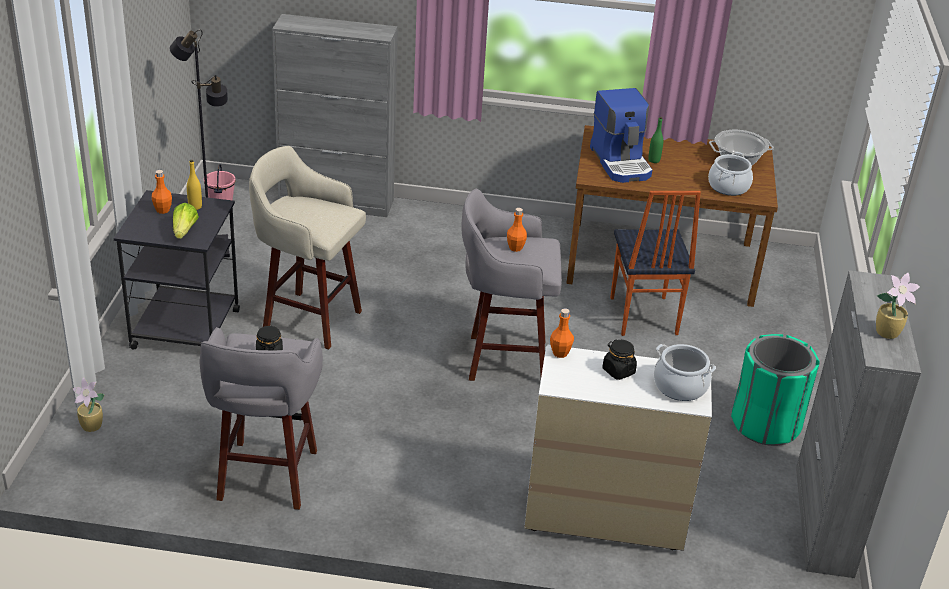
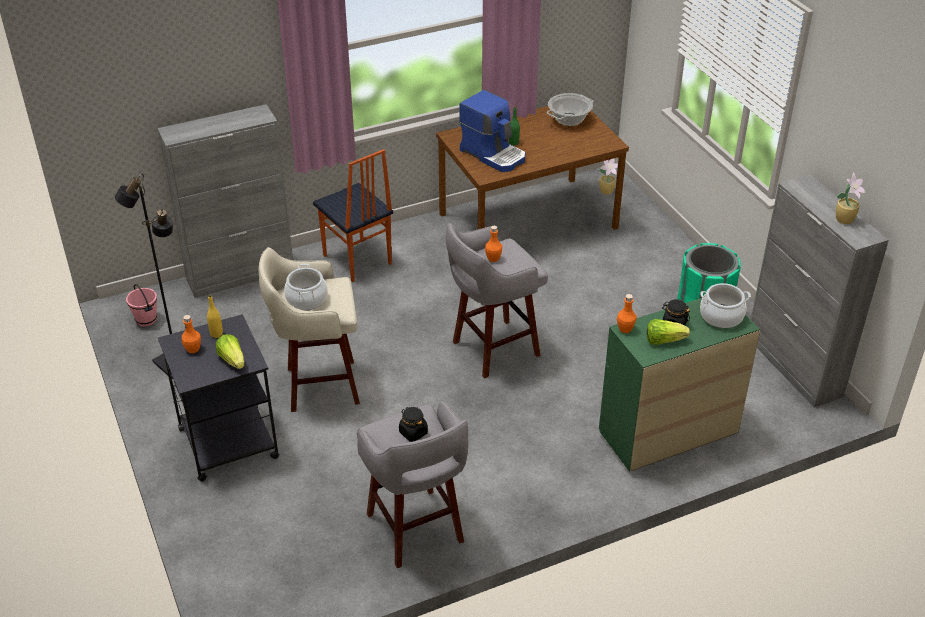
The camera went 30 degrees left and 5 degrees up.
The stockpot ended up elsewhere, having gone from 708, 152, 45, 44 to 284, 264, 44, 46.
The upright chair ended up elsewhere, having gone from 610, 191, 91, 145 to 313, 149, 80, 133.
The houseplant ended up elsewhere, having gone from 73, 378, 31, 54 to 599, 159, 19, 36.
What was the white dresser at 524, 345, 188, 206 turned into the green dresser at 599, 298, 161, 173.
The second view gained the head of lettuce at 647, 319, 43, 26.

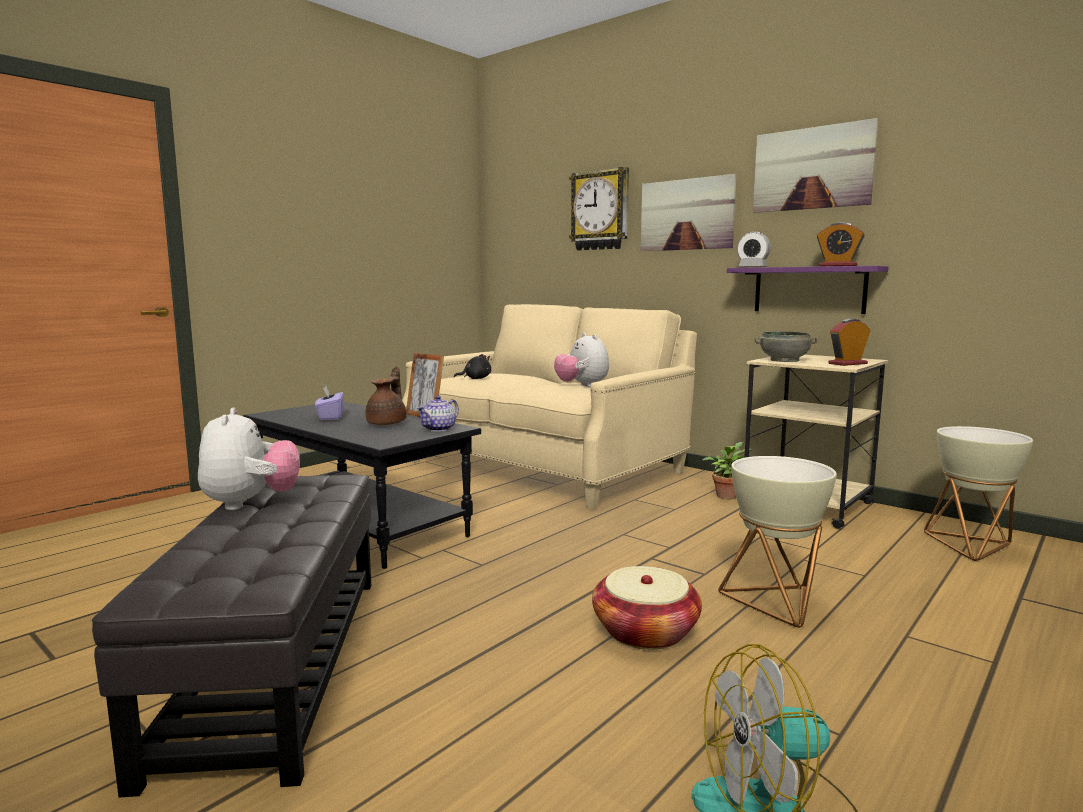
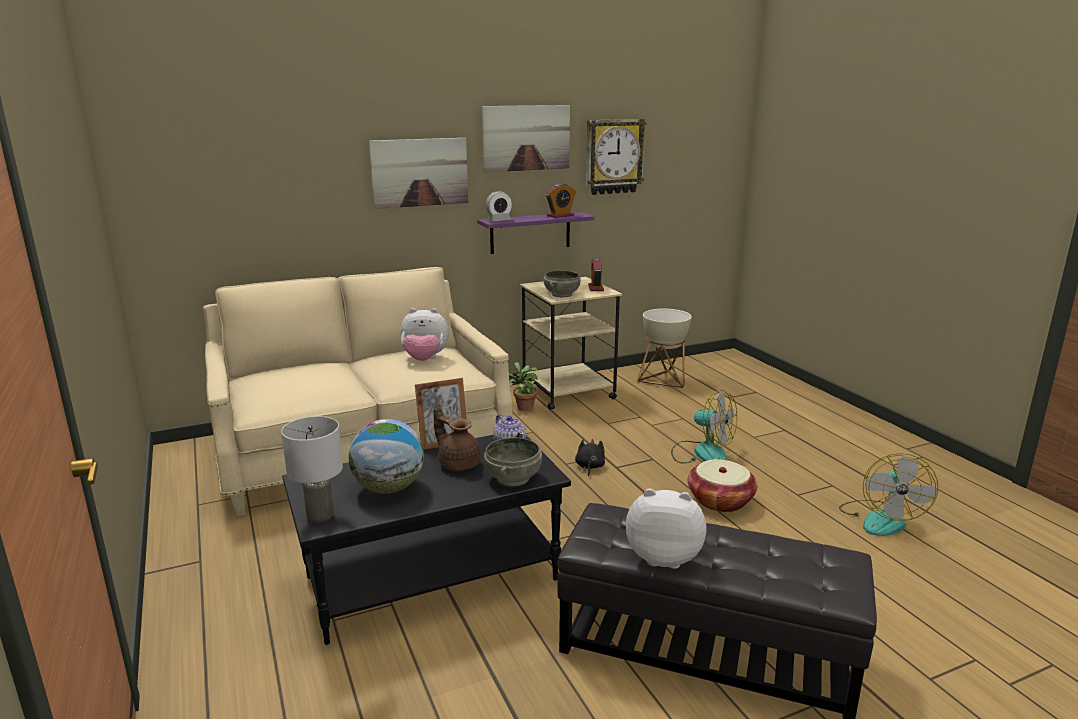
The camera went 65 degrees left and 10 degrees up.
The second view gained the white lamp for a table at 281, 416, 62, 107.
Where the purple-coloured tissue holder stood at 315, 386, 29, 34, the desk globe came to stand at 349, 419, 75, 75.
The second view gained the grey bowl at 484, 438, 58, 48.
The black plush toy ended up elsewhere, having gone from 454, 354, 37, 25 to 575, 439, 30, 37.
The wall clock ended up elsewhere, having gone from 569, 167, 60, 83 to 586, 119, 61, 76.
Where the flower pot stood at 718, 456, 119, 172, the cooling fan came to stand at 671, 390, 66, 73.

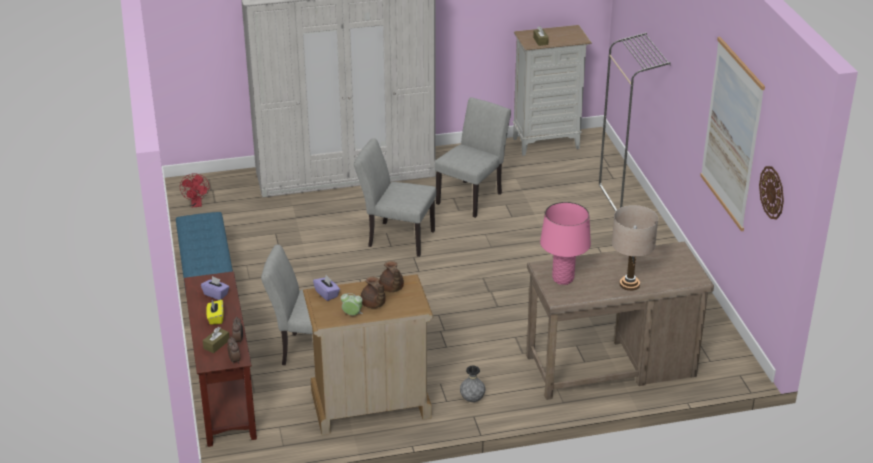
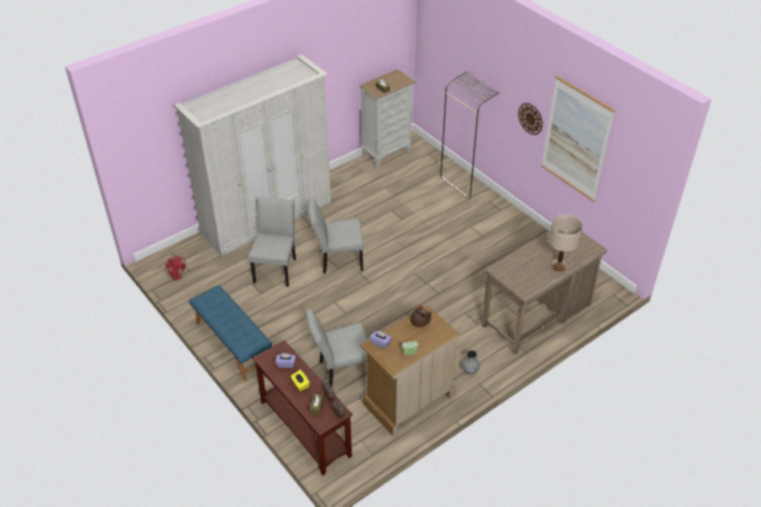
The camera went 25 degrees left and 10 degrees up.
The grey upright chair ended up elsewhere, having gone from 435, 97, 76, 121 to 248, 197, 48, 90.
The wall clock ended up elsewhere, having gone from 759, 166, 25, 53 to 518, 103, 25, 32.
The second view lost the brown teapot at 361, 277, 25, 31.
The second view lost the pink-coloured lamp for a table at 540, 202, 51, 83.

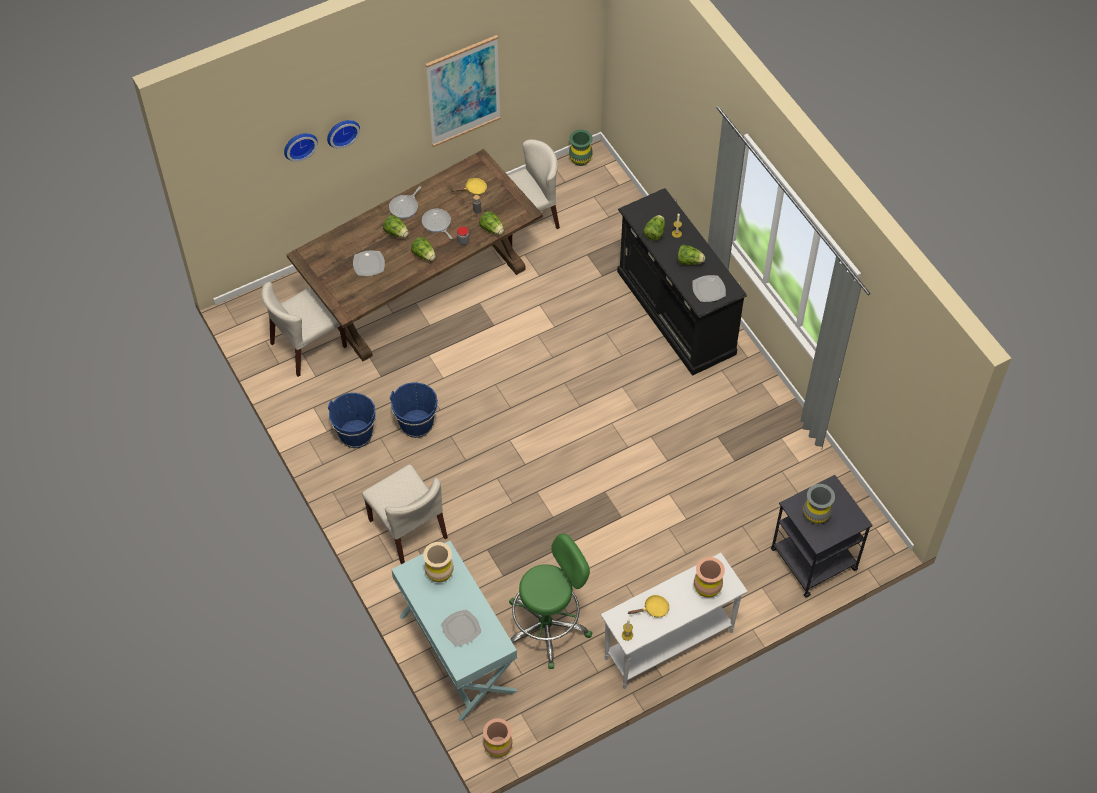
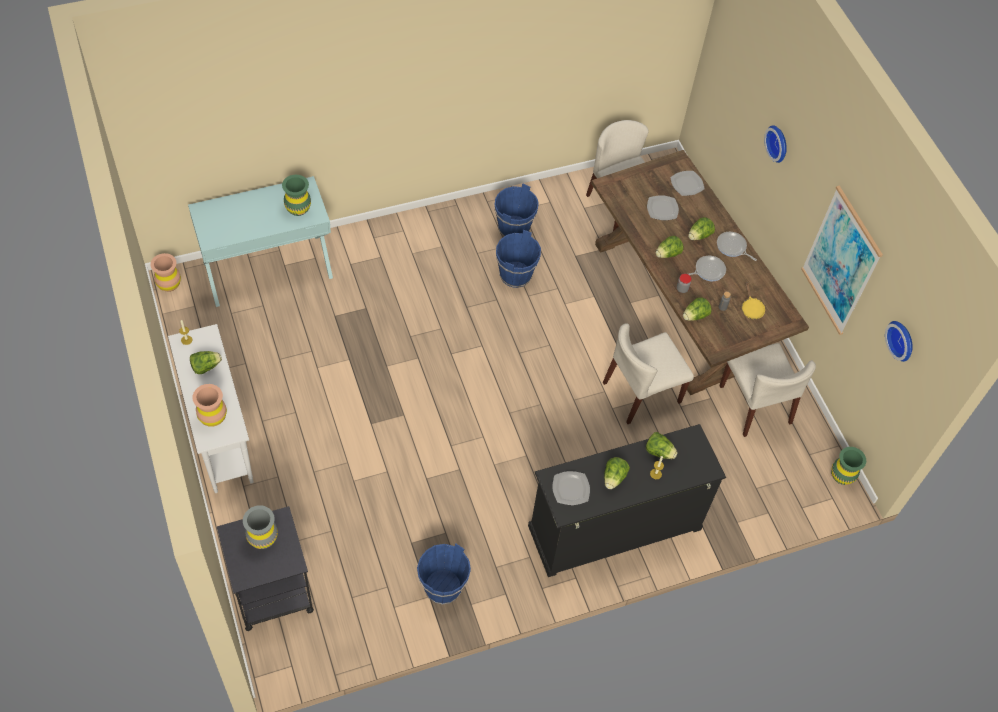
The camera went 95 degrees right and 0 degrees up.
Where the yellow pan stood at 628, 595, 41, 22, the head of lettuce came to stand at 190, 351, 32, 23.
What was the beige flower vase at 423, 542, 31, 41 turned into the green flower vase at 282, 175, 29, 41.
The second view gained the blue-coloured pail at 417, 544, 54, 60.
The beige upright chair ended up elsewhere, having gone from 362, 464, 86, 100 to 603, 323, 91, 101.
The dinner plate ended up elsewhere, having gone from 441, 609, 40, 37 to 670, 171, 35, 25.
The wall clock ended up elsewhere, having gone from 284, 133, 34, 29 to 885, 321, 28, 41.
The second view lost the green sitting stool at 509, 533, 83, 136.

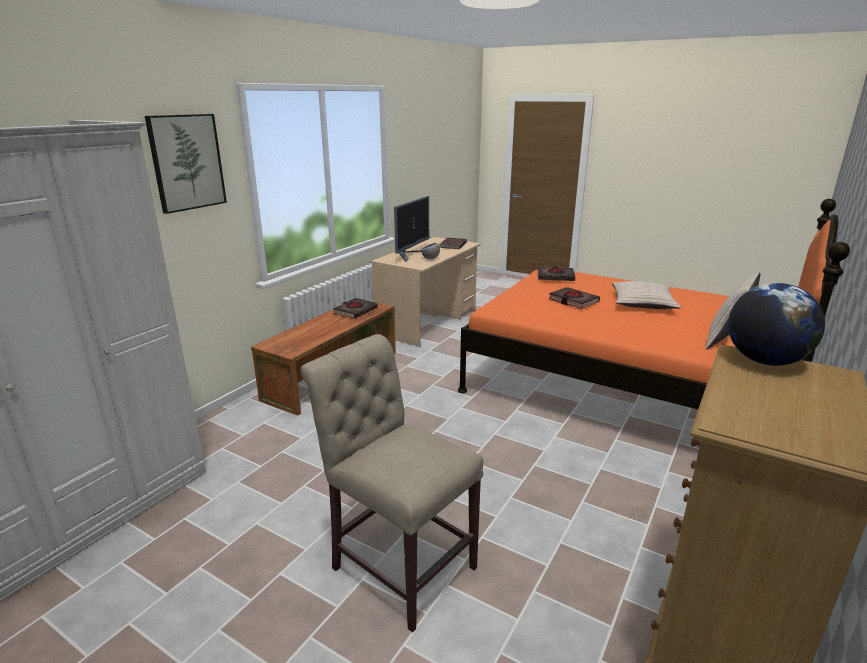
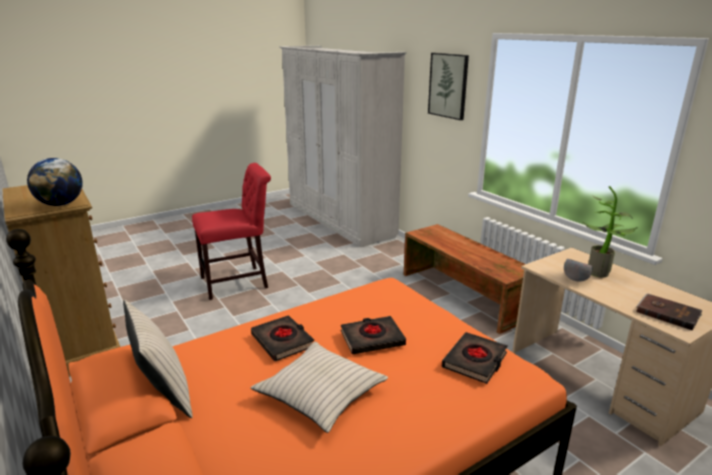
The camera went 115 degrees right and 0 degrees up.
What was the beige upright chair at 301, 334, 182, 298 turned into the red upright chair at 192, 163, 79, 137.
The black book ended up elsewhere, having gone from 333, 298, 45, 21 to 251, 315, 63, 46.
Where the monitor stood at 394, 196, 35, 66, the houseplant came to stand at 583, 186, 55, 92.

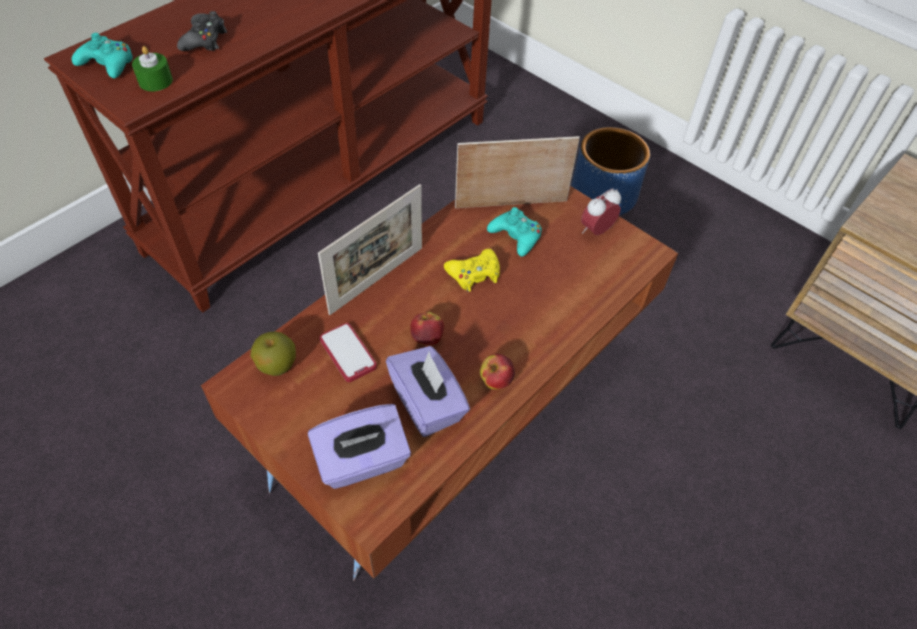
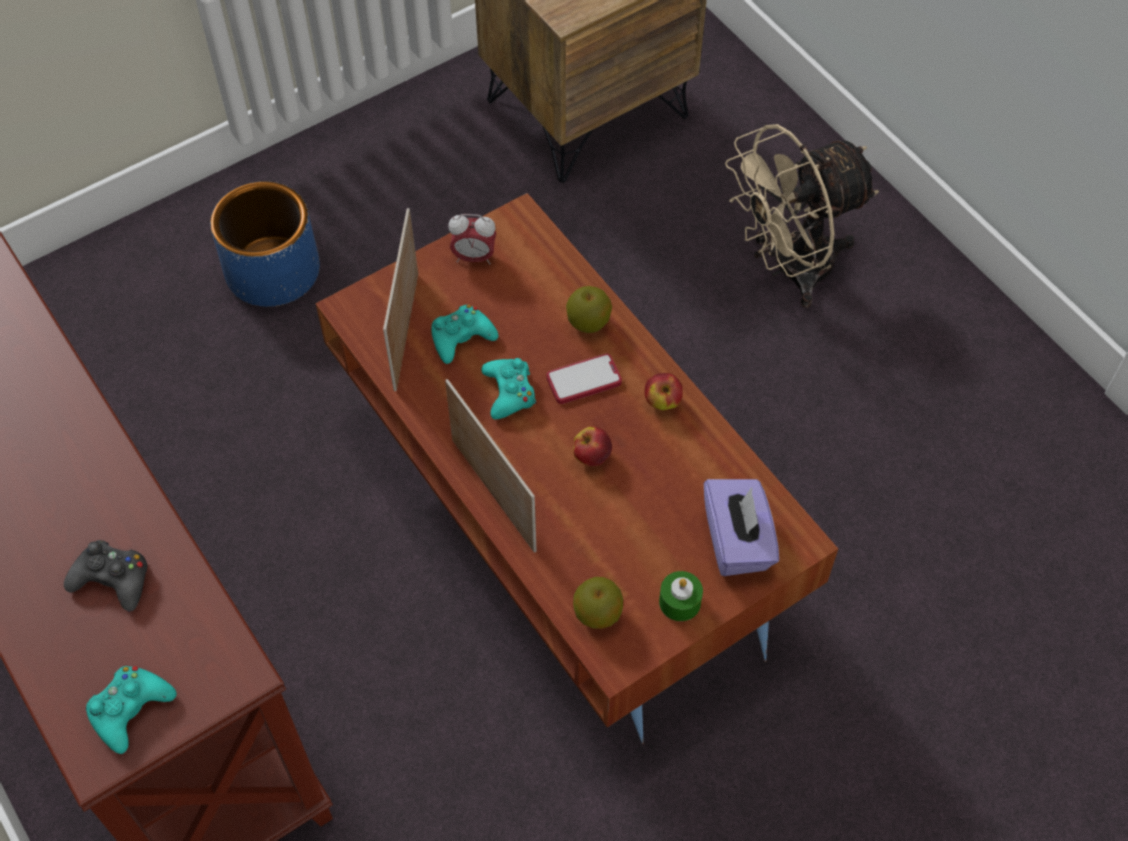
The camera went 75 degrees left and 5 degrees up.
The table clock at 581, 188, 40, 47 ended up facing another way, 60 degrees counterclockwise from before.
What was the yellow gamepad at 444, 249, 56, 43 turned into the turquoise-coloured gamepad at 481, 358, 55, 61.
The phone ended up elsewhere, having gone from 320, 323, 57, 59 to 546, 354, 76, 50.
The second view gained the apple at 566, 286, 46, 47.
The green wax candle ended up elsewhere, having gone from 132, 46, 41, 45 to 659, 571, 44, 50.
The second view gained the beige cooling fan at 725, 124, 154, 184.
The second view lost the purple-coloured tissue holder at 386, 346, 84, 91.

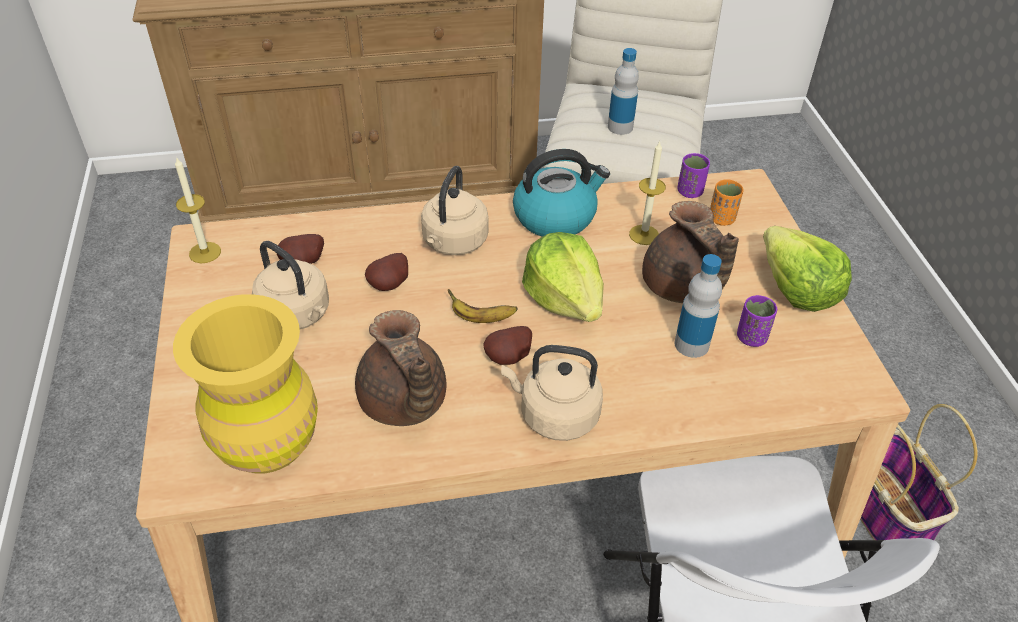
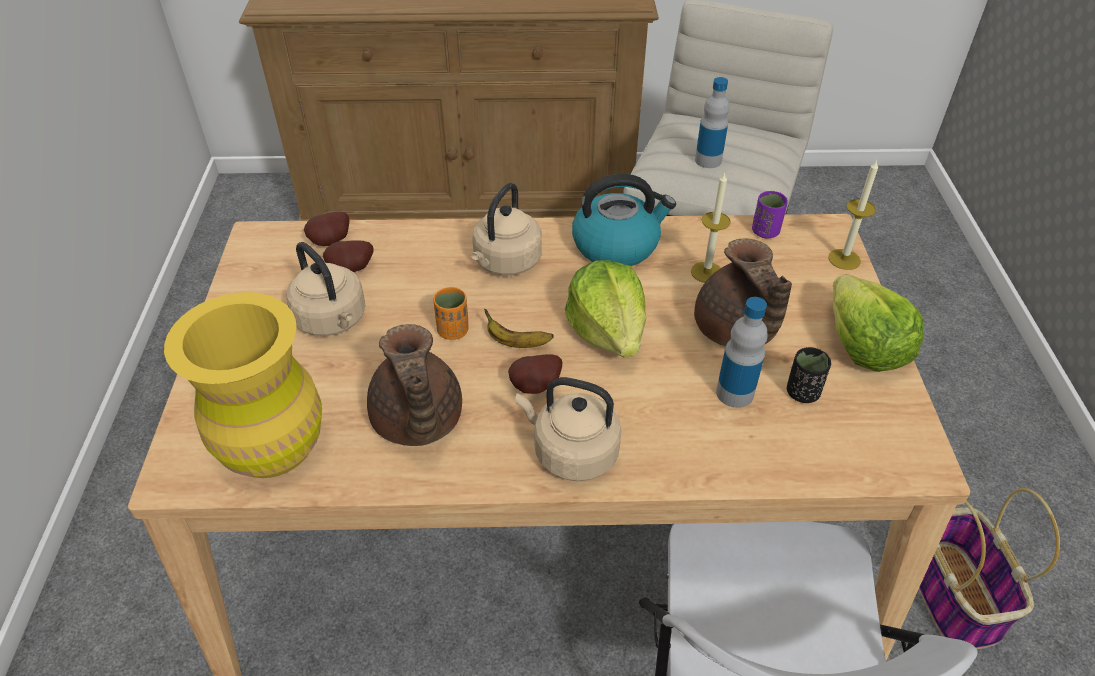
The camera went 10 degrees right and 0 degrees up.
The whole potato ended up elsewhere, having gone from 365, 253, 43, 38 to 304, 212, 45, 34.
The orange-coloured drinking cup ended up elsewhere, having gone from 710, 179, 33, 47 to 433, 287, 35, 53.
What was the purple-coloured drinking cup at 737, 295, 40, 52 turned into the black drinking cup at 787, 347, 44, 56.
The wax candle ended up elsewhere, having gone from 175, 156, 46, 107 to 828, 160, 50, 110.

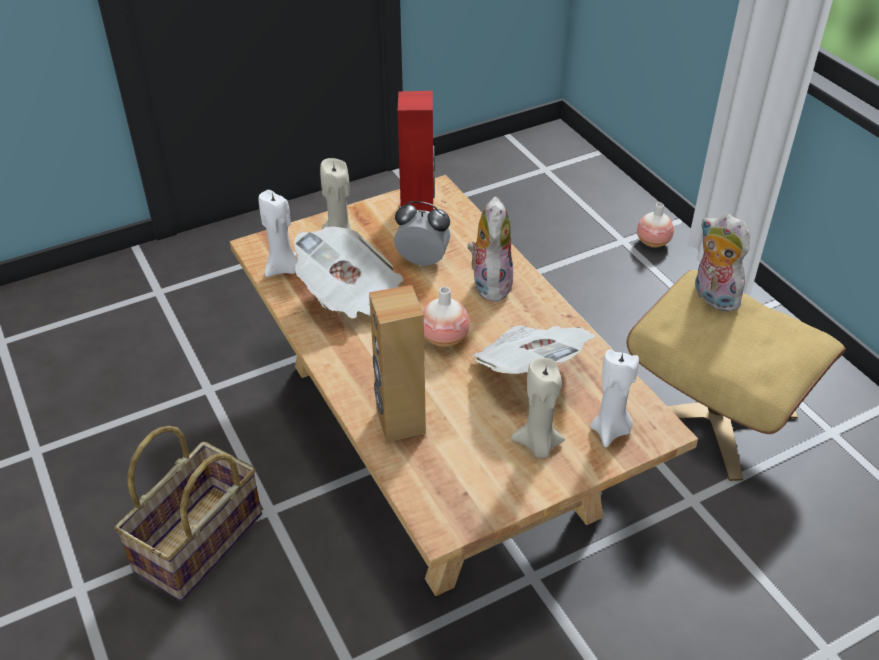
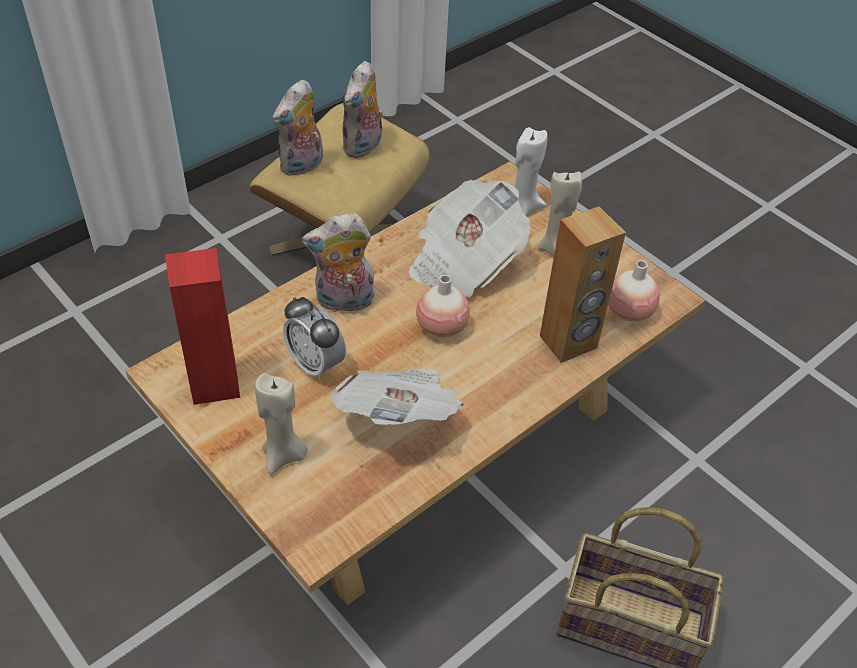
The camera went 105 degrees left and 5 degrees up.
The table clock at 394, 201, 57, 65 ended up facing another way, 45 degrees counterclockwise from before.
The second view gained the plush toy at 342, 61, 42, 98.
The flower vase ended up elsewhere, having gone from 637, 202, 37, 46 to 608, 260, 52, 62.
The second view lost the white wax candle at 259, 190, 39, 87.

